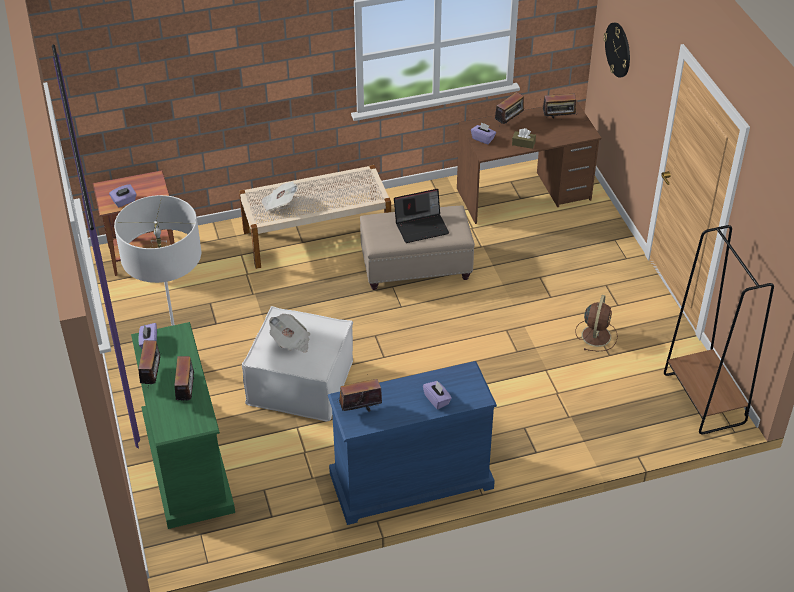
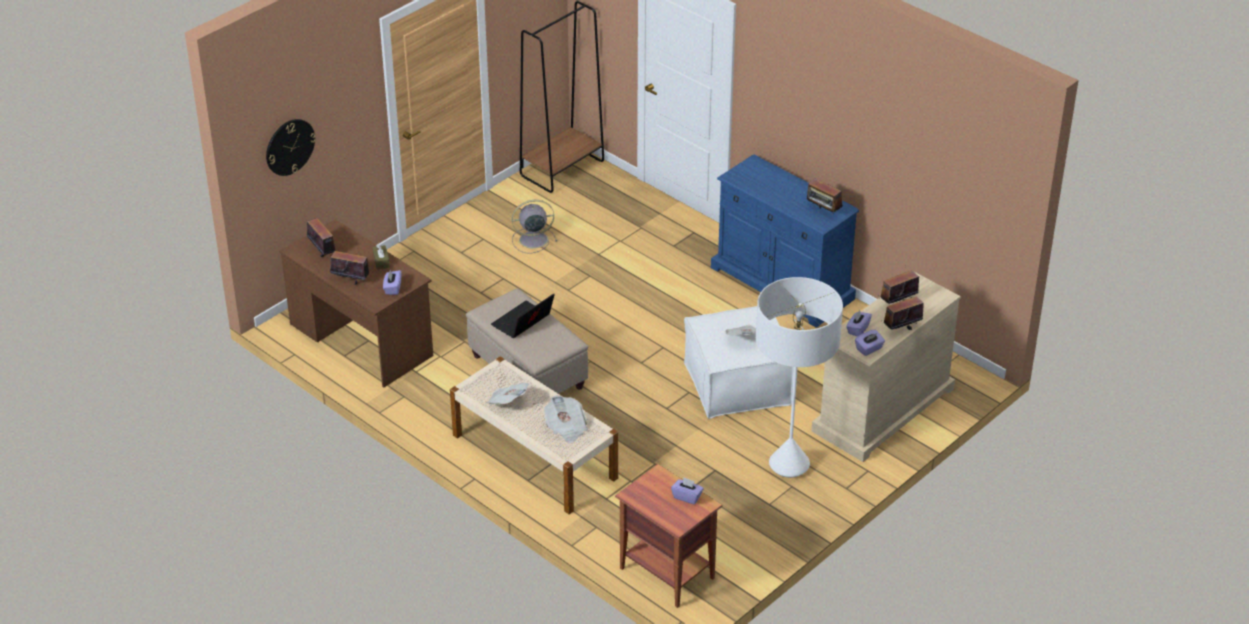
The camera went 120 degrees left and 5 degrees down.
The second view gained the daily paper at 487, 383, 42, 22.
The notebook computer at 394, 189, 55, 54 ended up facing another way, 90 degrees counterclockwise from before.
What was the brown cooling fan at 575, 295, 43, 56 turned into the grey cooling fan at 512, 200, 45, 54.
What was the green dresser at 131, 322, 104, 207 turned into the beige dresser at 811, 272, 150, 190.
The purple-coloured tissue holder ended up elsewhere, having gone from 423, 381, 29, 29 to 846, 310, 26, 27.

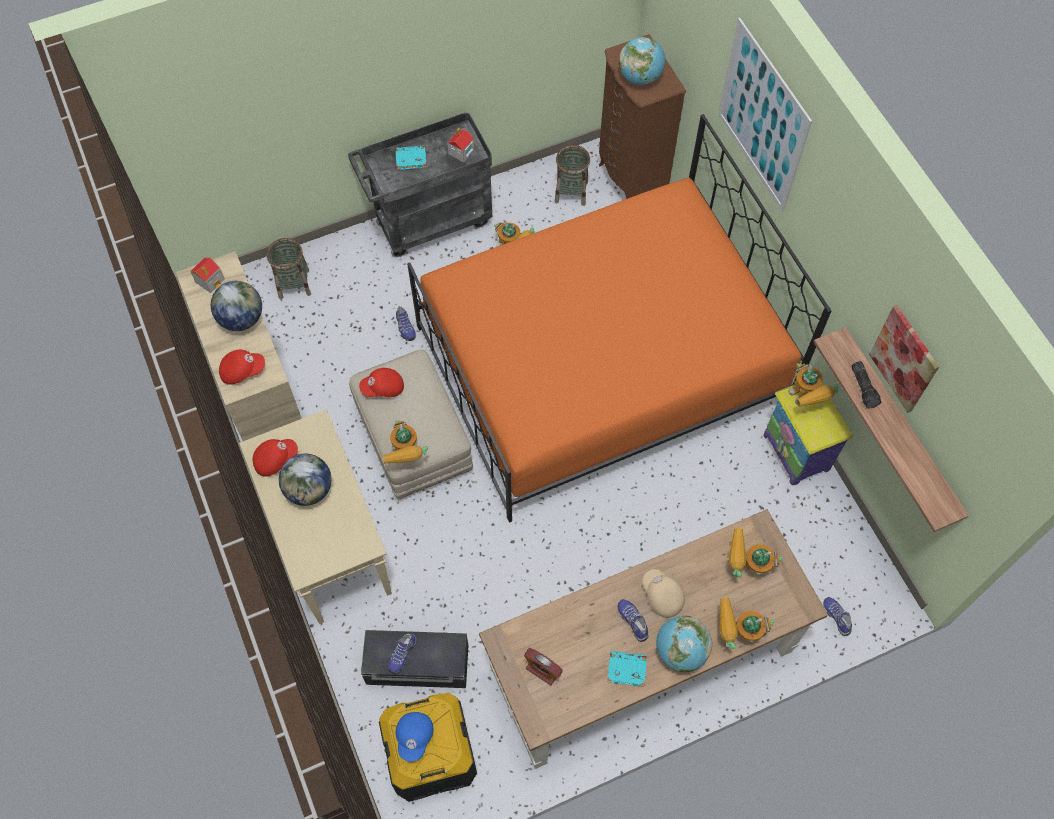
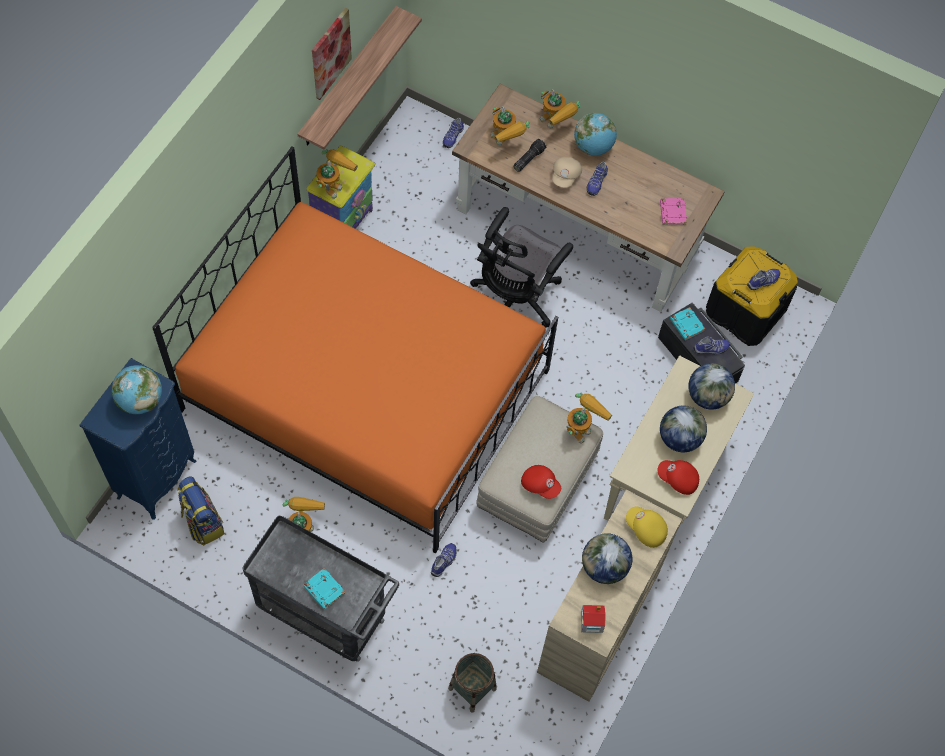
The camera went 130 degrees left and 0 degrees up.
What was the brown dresser at 599, 34, 87, 165 turned into the blue-coloured dresser at 79, 358, 117, 162.
Where the storage basket stood at 555, 145, 35, 61, the rucksack came to stand at 177, 476, 48, 69.
The second view gained the desk chair at 470, 207, 103, 121.
The torch ended up elsewhere, having gone from 852, 361, 29, 48 to 513, 139, 33, 33.
What was the red peaked cap at 219, 350, 46, 35 turned into the yellow peaked cap at 626, 507, 42, 41.
Where the table clock stood at 524, 648, 39, 38, the pink-coloured book came to stand at 660, 198, 27, 27.
The turquoise-coloured book ended up elsewhere, having gone from 607, 651, 40, 35 to 670, 307, 35, 33.
The second view gained the desk globe at 688, 363, 47, 47.
Where the blue-coloured peaked cap stood at 396, 712, 38, 50, the shoe came to stand at 747, 269, 33, 21.
The second view lost the miniature house at 447, 128, 27, 34.
The second view lost the picture at 718, 18, 94, 194.

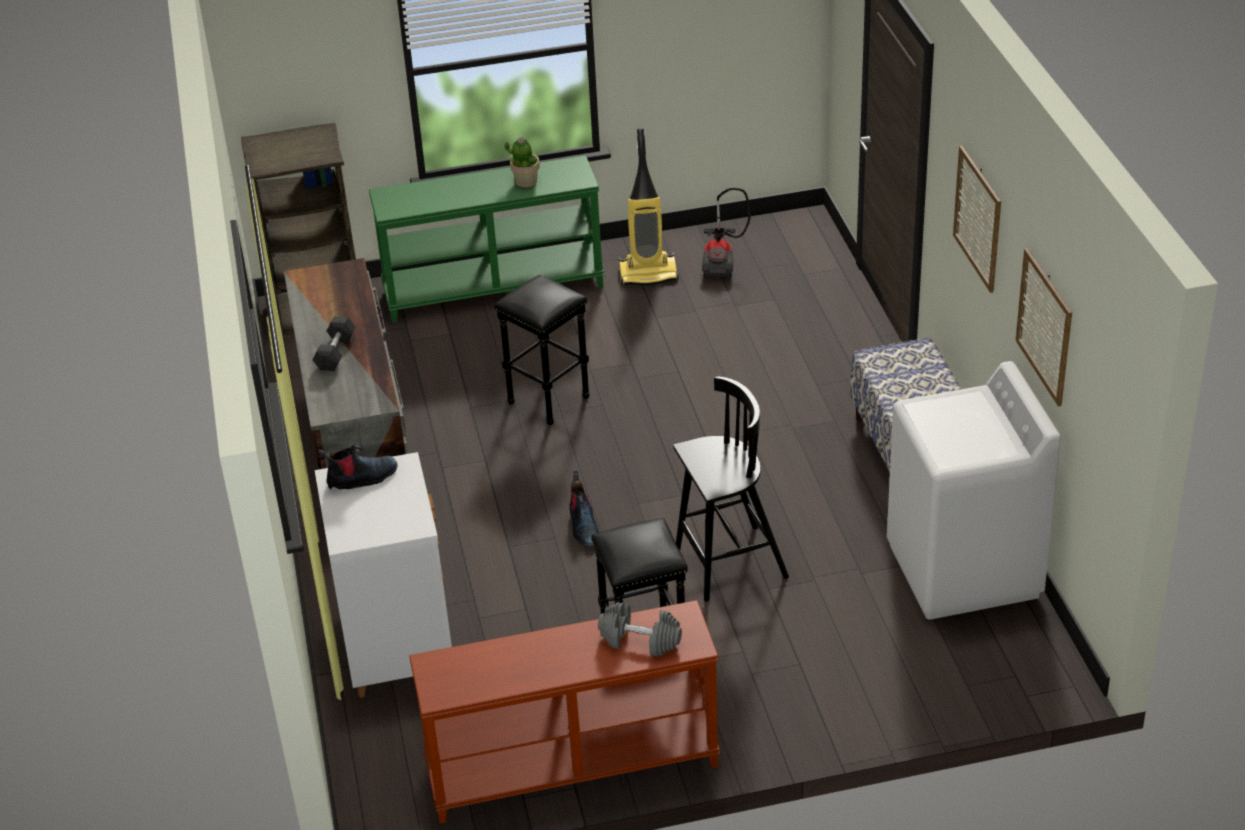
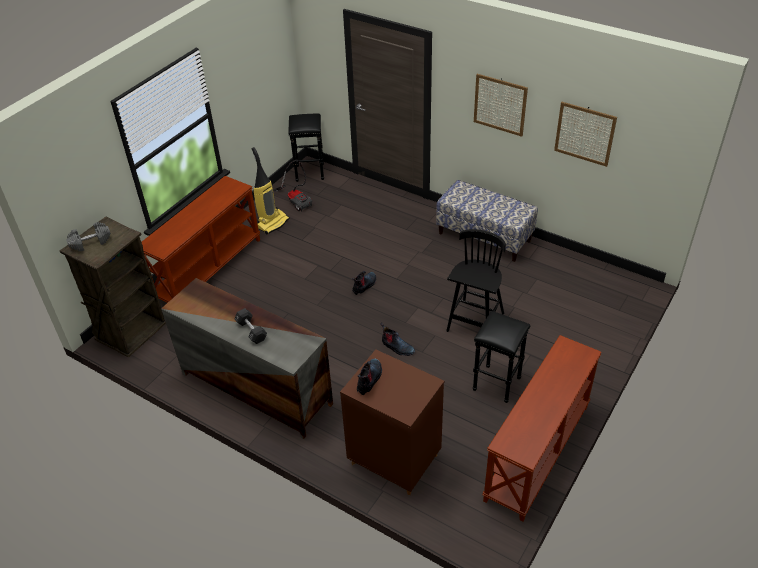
The camera went 45 degrees left and 5 degrees up.
The grey free weight ended up elsewhere, having gone from 598, 603, 84, 53 to 66, 222, 45, 29.
What was the green narrow table at 369, 155, 235, 168 turned into the brown narrow table at 142, 176, 118, 127.
The black sitting stool ended up elsewhere, having gone from 494, 275, 95, 150 to 288, 114, 36, 68.
What was the white dresser at 315, 452, 137, 246 turned into the brown dresser at 340, 350, 105, 145.
The second view gained the tall boot at 352, 271, 24, 24.
The second view lost the houseplant at 505, 137, 35, 50.
The second view lost the white laundry machine at 887, 361, 174, 259.

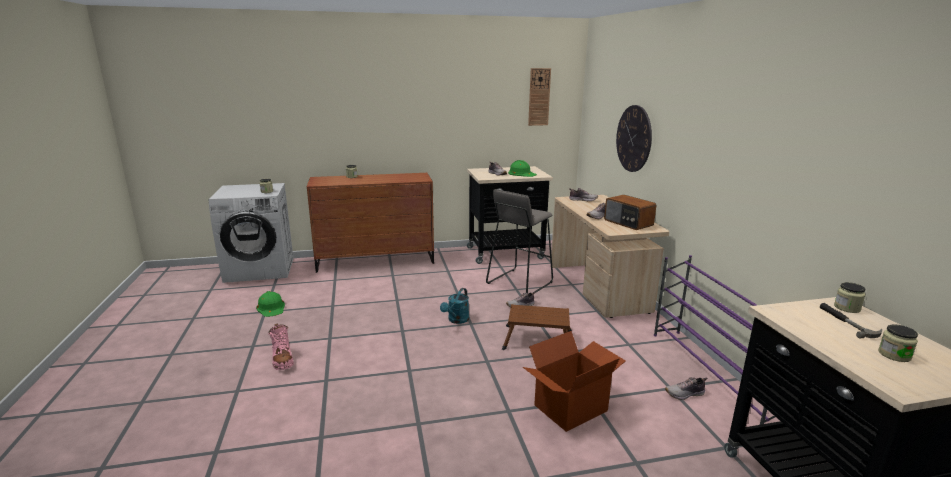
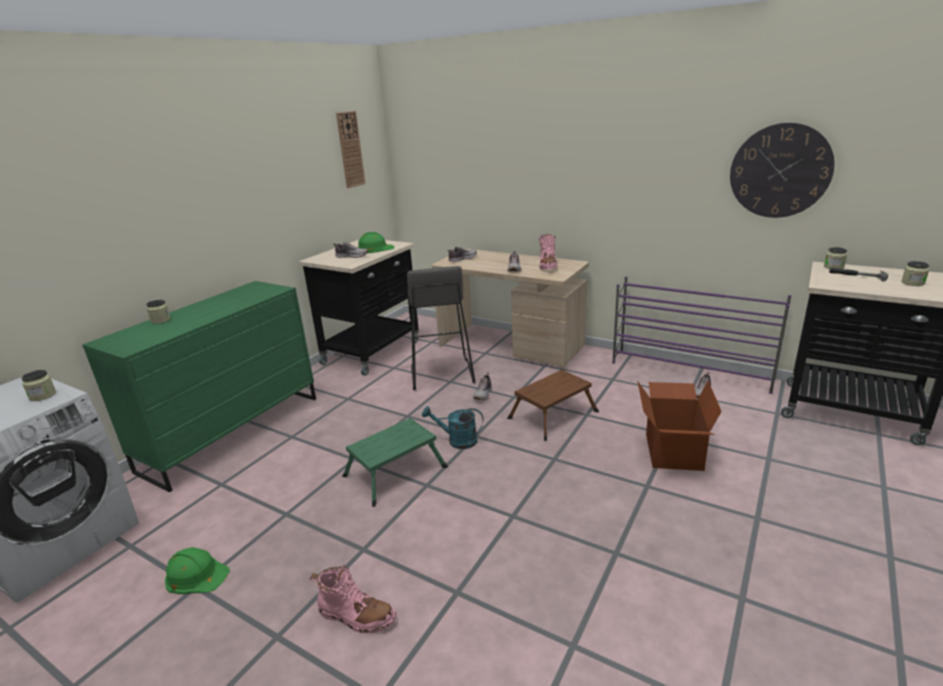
The camera went 45 degrees left and 5 degrees up.
What was the brown dresser at 307, 173, 127, 100 turned into the green dresser at 82, 281, 234, 211.
The second view gained the green step stool at 342, 418, 106, 89.
The turquoise-coloured watering pot at 440, 288, 29, 36 ended up facing another way, 120 degrees clockwise from before.
Where the radio stood at 604, 195, 53, 35, the pink-coloured tall boot came to stand at 539, 234, 19, 36.
The wall clock ended up elsewhere, having gone from 616, 105, 36, 67 to 730, 123, 105, 95.

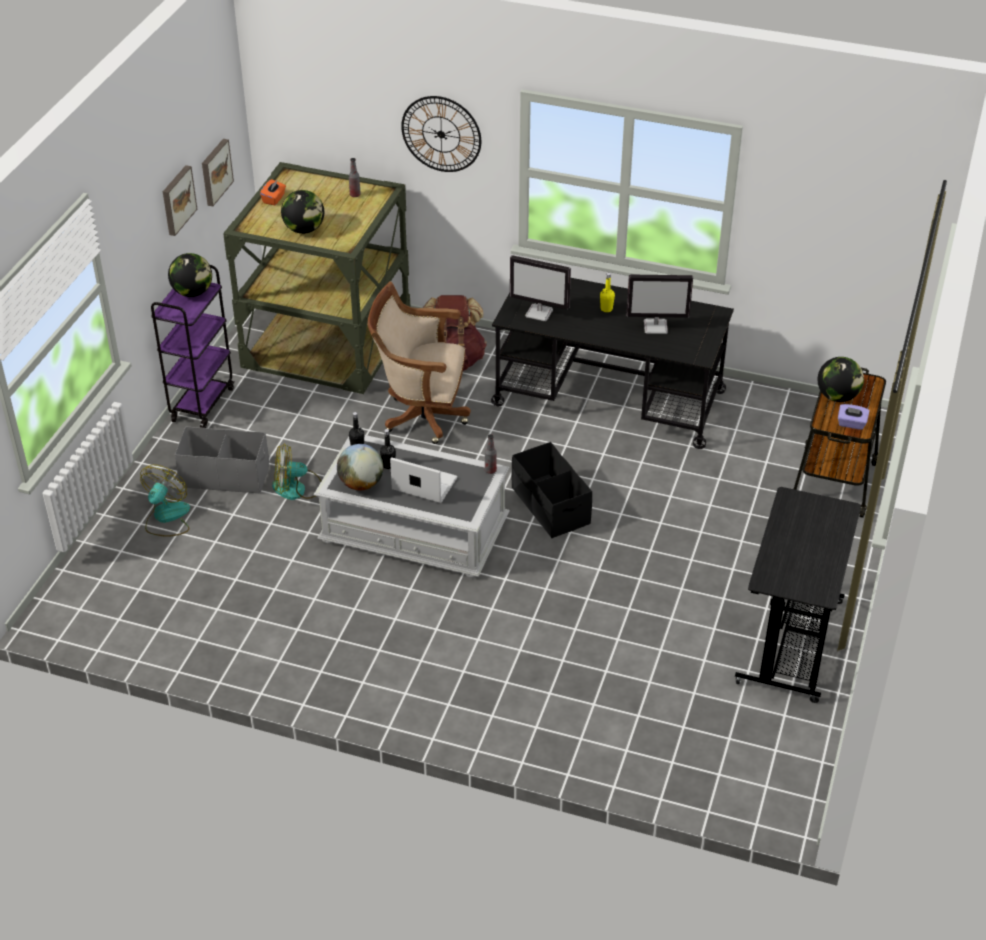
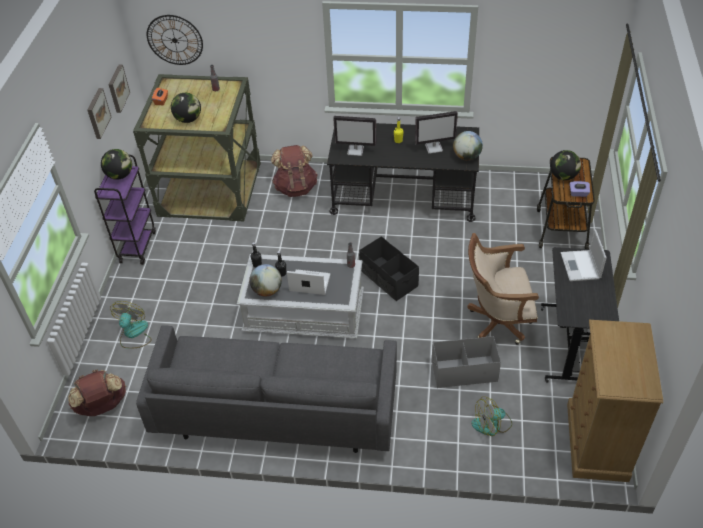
The camera went 10 degrees left and 5 degrees up.
The second view gained the brown rucksack at 68, 369, 58, 47.
The second view gained the grey sofa at 136, 325, 261, 128.
The wall clock ended up elsewhere, having gone from 401, 96, 80, 76 to 147, 15, 56, 50.
The grey storage box ended up elsewhere, having gone from 175, 427, 94, 67 to 432, 336, 69, 52.
The second view gained the desk globe at 453, 131, 30, 30.
The desk chair ended up elsewhere, having gone from 368, 281, 103, 163 to 467, 233, 72, 112.
The cooling fan ended up elsewhere, having gone from 272, 443, 49, 57 to 471, 396, 41, 40.
The second view gained the notebook computer at 560, 229, 47, 52.
The second view gained the brown dresser at 567, 320, 96, 162.

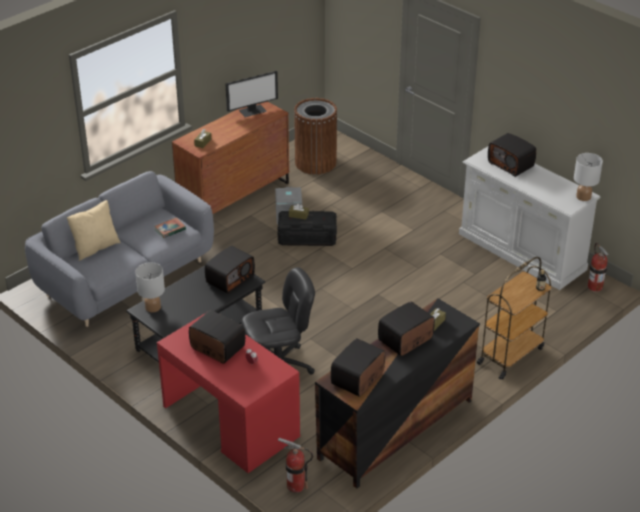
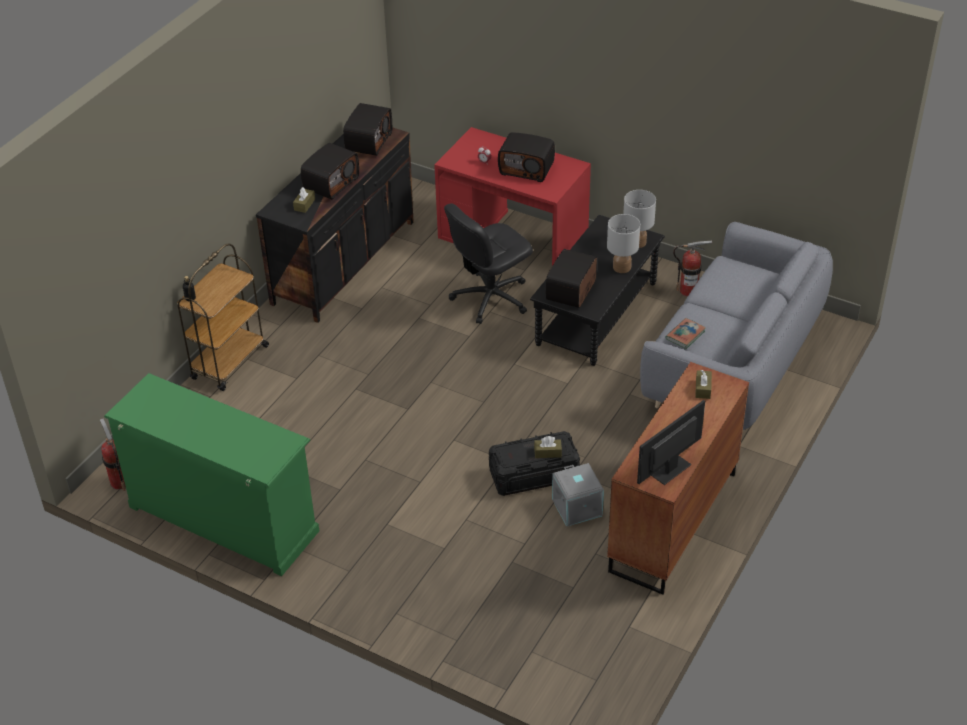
The camera went 165 degrees right and 5 degrees up.
What was the white dresser at 459, 147, 141, 143 turned into the green dresser at 104, 373, 215, 203.
The grey lamp for a table ended up elsewhere, having gone from 574, 153, 29, 48 to 607, 214, 33, 59.
The fire-fighting cylinder ended up elsewhere, having gone from 278, 438, 35, 55 to 673, 241, 39, 56.
The second view lost the beige cushion at 67, 200, 54, 61.
The second view lost the brown trash can at 294, 98, 43, 77.
The second view lost the radio at 488, 133, 48, 44.

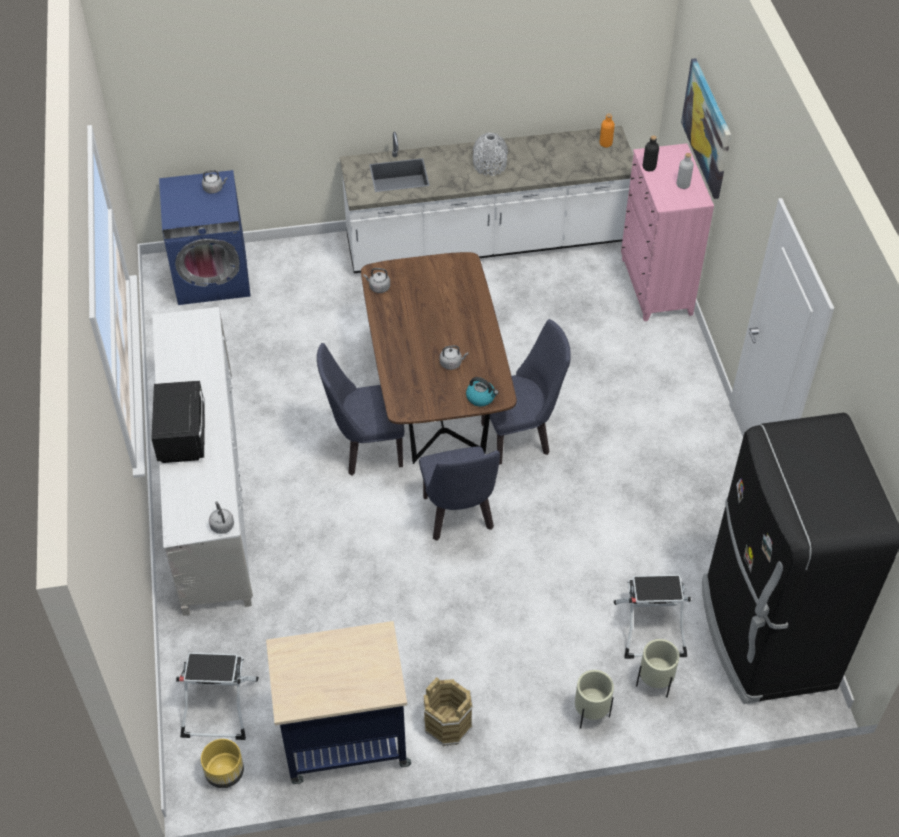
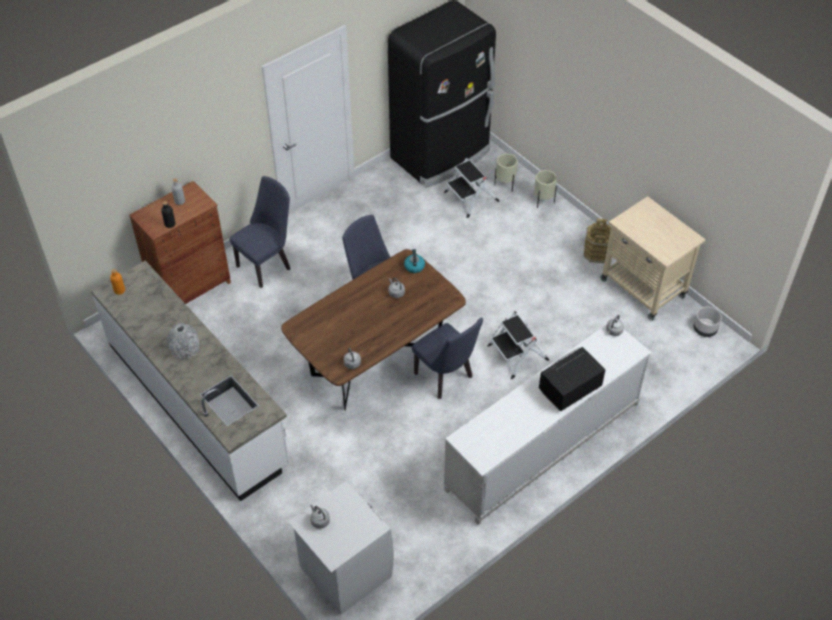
The camera went 120 degrees left and 0 degrees up.
What was the pink-coloured dresser at 621, 143, 93, 178 turned into the brown dresser at 129, 181, 102, 123.
The blue-coloured upright chair ended up elsewhere, having gone from 419, 446, 81, 95 to 230, 176, 60, 112.
What was the blue-coloured laundry machine at 159, 170, 92, 135 turned into the white laundry machine at 288, 481, 106, 134.
The step stool ended up elsewhere, having gone from 176, 653, 82, 87 to 487, 311, 62, 68.
What was the blue-coloured wheeled cart at 266, 621, 145, 163 turned into the beige wheeled cart at 600, 196, 106, 125.
What was the yellow flower pot at 201, 739, 43, 49 turned into the grey flower pot at 693, 307, 29, 30.
The second view lost the picture at 681, 58, 50, 141.

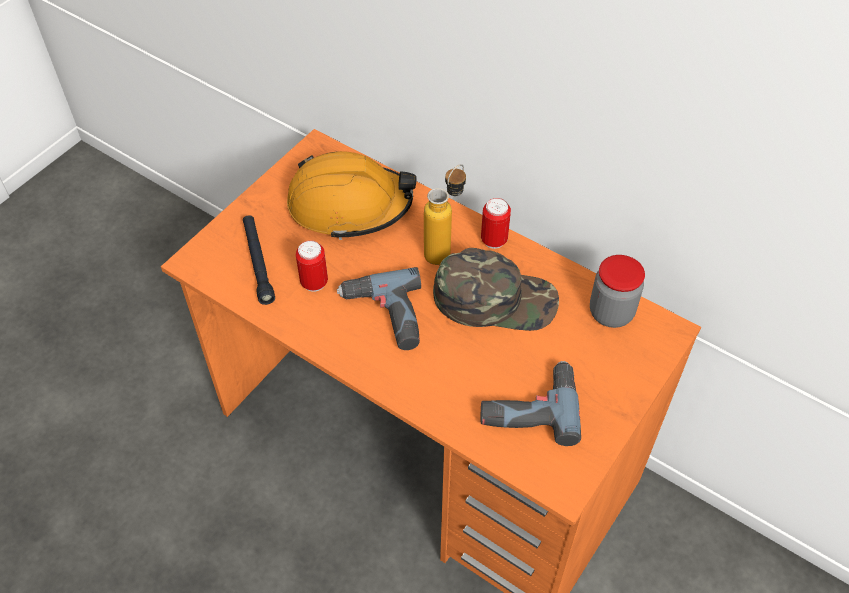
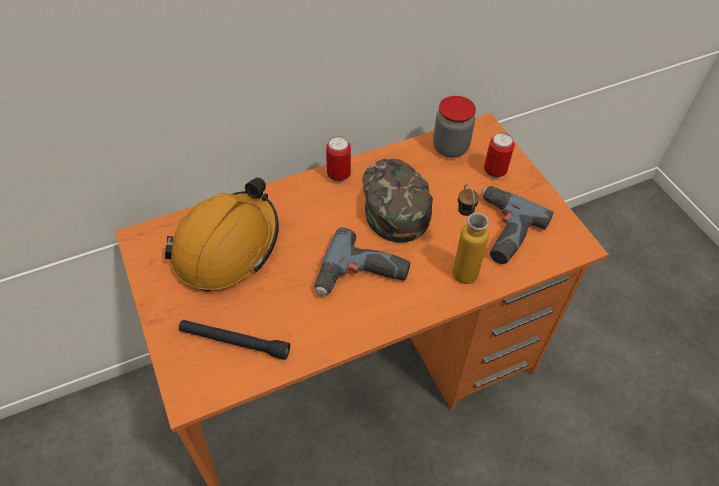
The camera went 60 degrees left and 0 degrees up.
The green peaked cap at 433, 248, 126, 83 ended up facing another way, 45 degrees counterclockwise from before.
The drink bottle ended up elsewhere, having gone from 424, 164, 42, 101 to 453, 184, 36, 100.
The metal can ended up elsewhere, having gone from 296, 240, 32, 52 to 484, 133, 30, 46.

